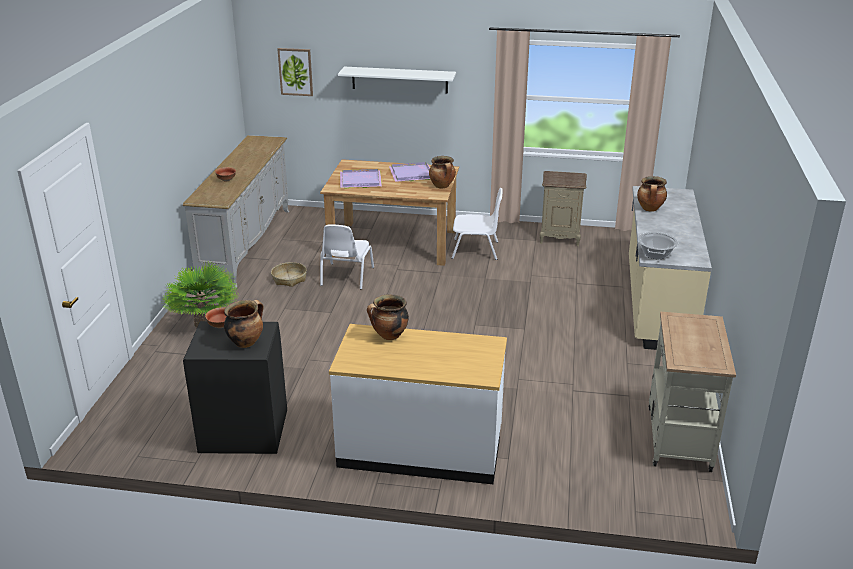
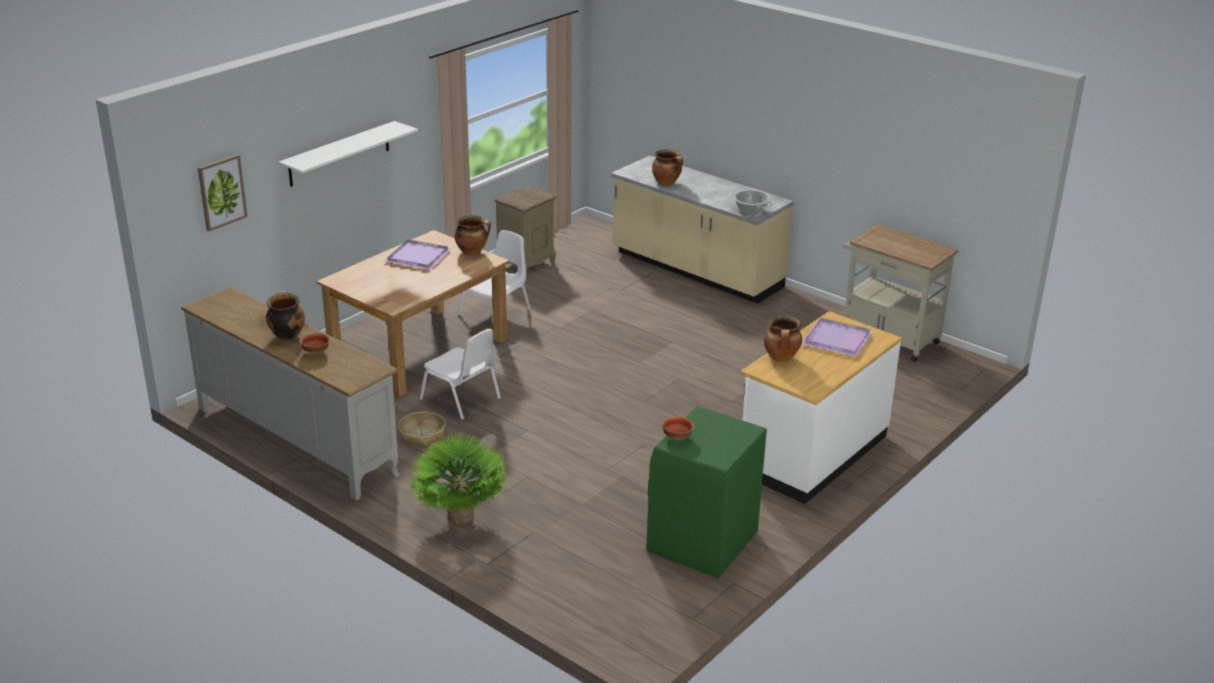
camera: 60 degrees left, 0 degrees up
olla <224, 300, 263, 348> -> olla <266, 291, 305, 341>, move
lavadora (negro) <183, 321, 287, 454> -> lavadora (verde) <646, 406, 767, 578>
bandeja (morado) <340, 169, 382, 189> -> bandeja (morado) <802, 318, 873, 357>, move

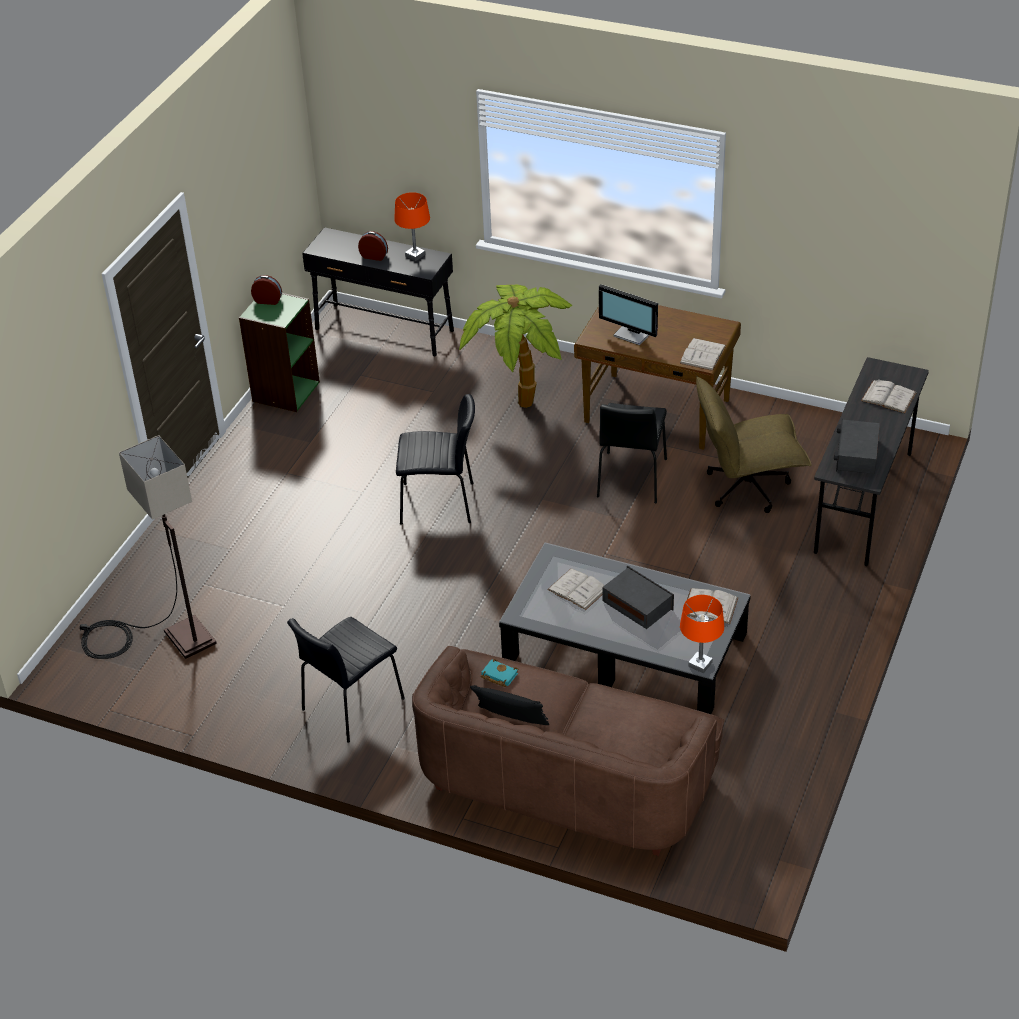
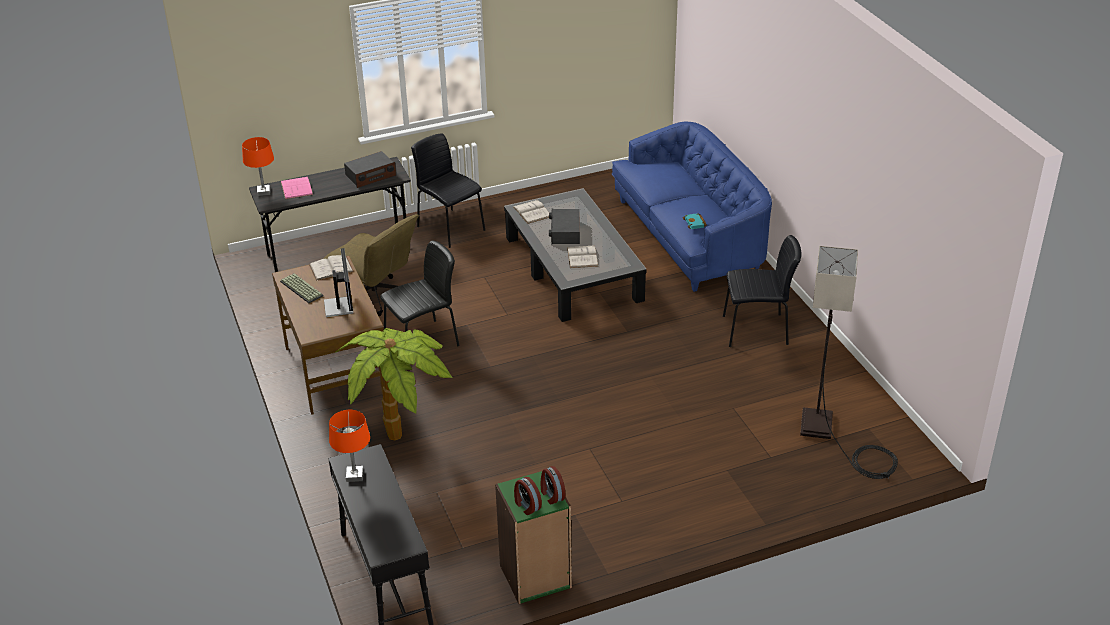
camera: 135 degrees left, 5 degrees down
lámpara de mesa (naranja) <680, 595, 724, 673> -> lámpara de mesa (naranja) <242, 137, 274, 196>, move
none -> teclado <280, 273, 324, 303>
libro (blanco) <861, 379, 916, 413> -> libro (rosa) <281, 177, 313, 199>
silla (negro) <396, 394, 475, 525> -> silla (negro) <411, 134, 486, 248>, move
despertador <358, 231, 388, 261> -> despertador <541, 466, 565, 504>, move
sofá (marrón) <412, 646, 724, 856> -> sofá (azul) <612, 122, 772, 292>
cojín (negro) <470, 685, 549, 725> -> none

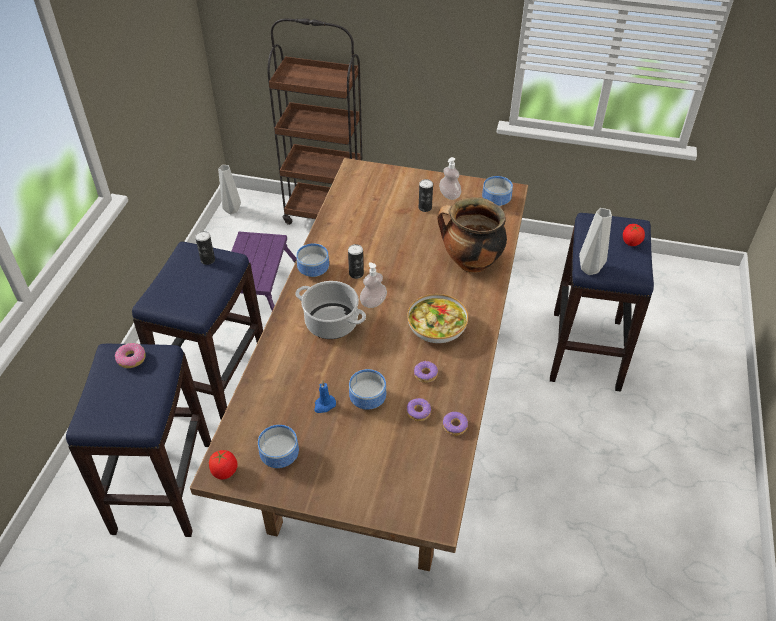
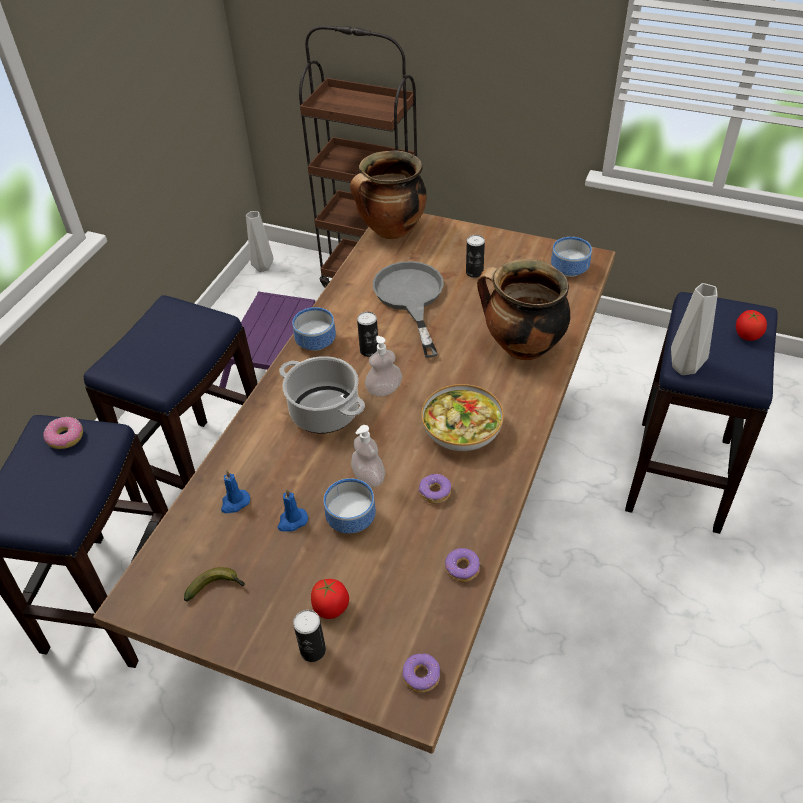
camera: 10 degrees right, 0 degrees up
cuenco <258, 425, 299, 468> -> plátano <184, 567, 246, 601>
none -> vela (azul) <221, 470, 250, 513>
lata <195, 231, 215, 265> -> lata <293, 610, 326, 662>, move
tomate <209, 450, 238, 480> -> tomate <311, 579, 349, 619>, move
none -> olla <350, 150, 427, 239>
dispensador de jabón <439, 157, 461, 200> -> dispensador de jabón <351, 425, 385, 487>, move
none -> sartén (gris) <373, 261, 444, 358>
rosquilla <406, 398, 431, 421> -> rosquilla <402, 654, 440, 693>, move

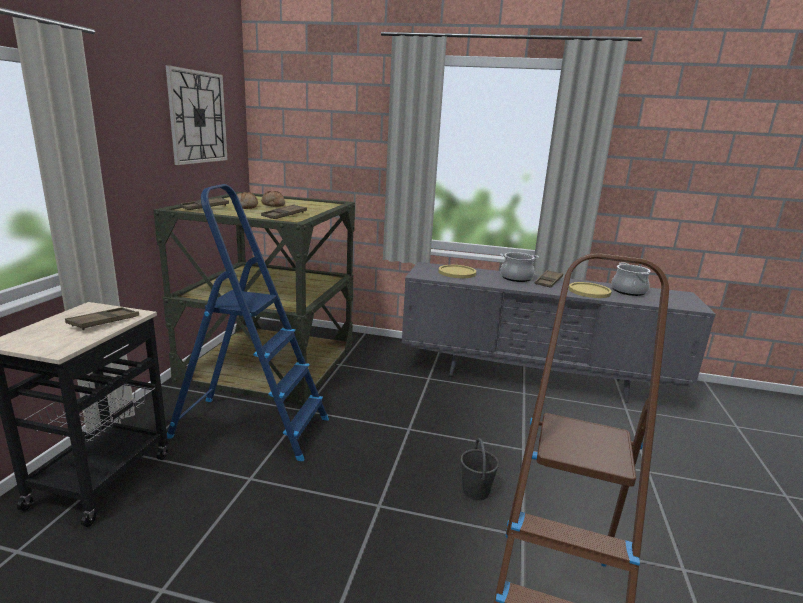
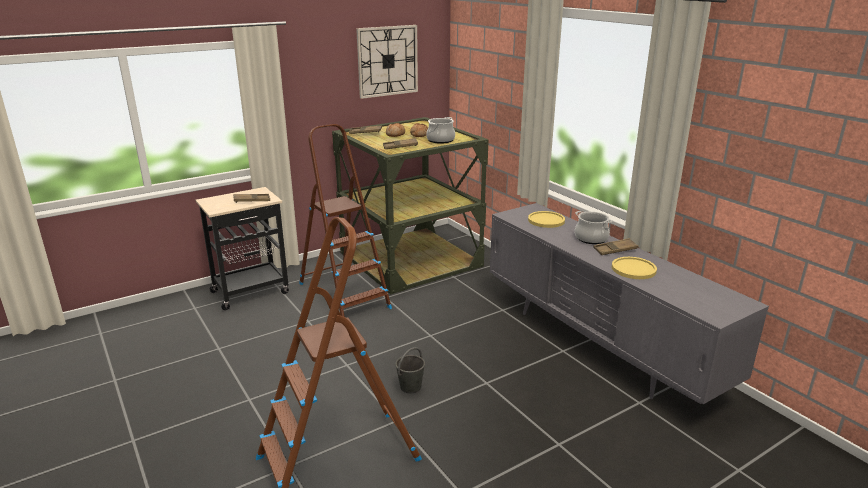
camera: 45 degrees right, 5 degrees up
escalera de tijera (azul) <167, 184, 329, 461> -> escalera de tijera (marrón) <299, 124, 392, 317>
olla <611, 263, 651, 296> -> olla <426, 117, 455, 144>, move

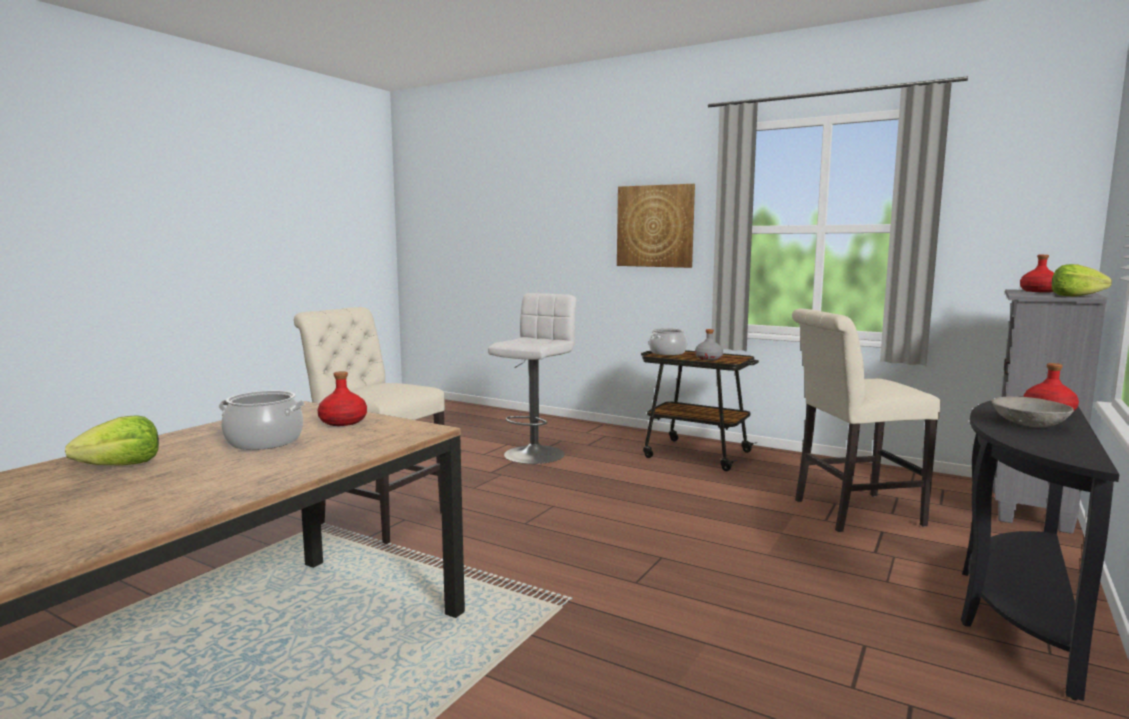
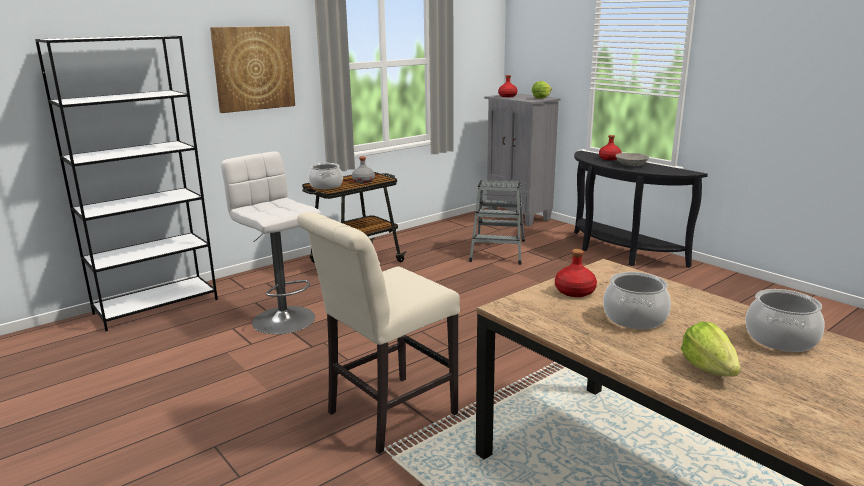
camera: 70 degrees left, 10 degrees up
none -> estantería (blanco) <35, 35, 218, 331>
taburete (beis) <792, 309, 941, 532> -> escalera de tijera (gris) <469, 180, 525, 265>
none -> olla <745, 289, 825, 352>

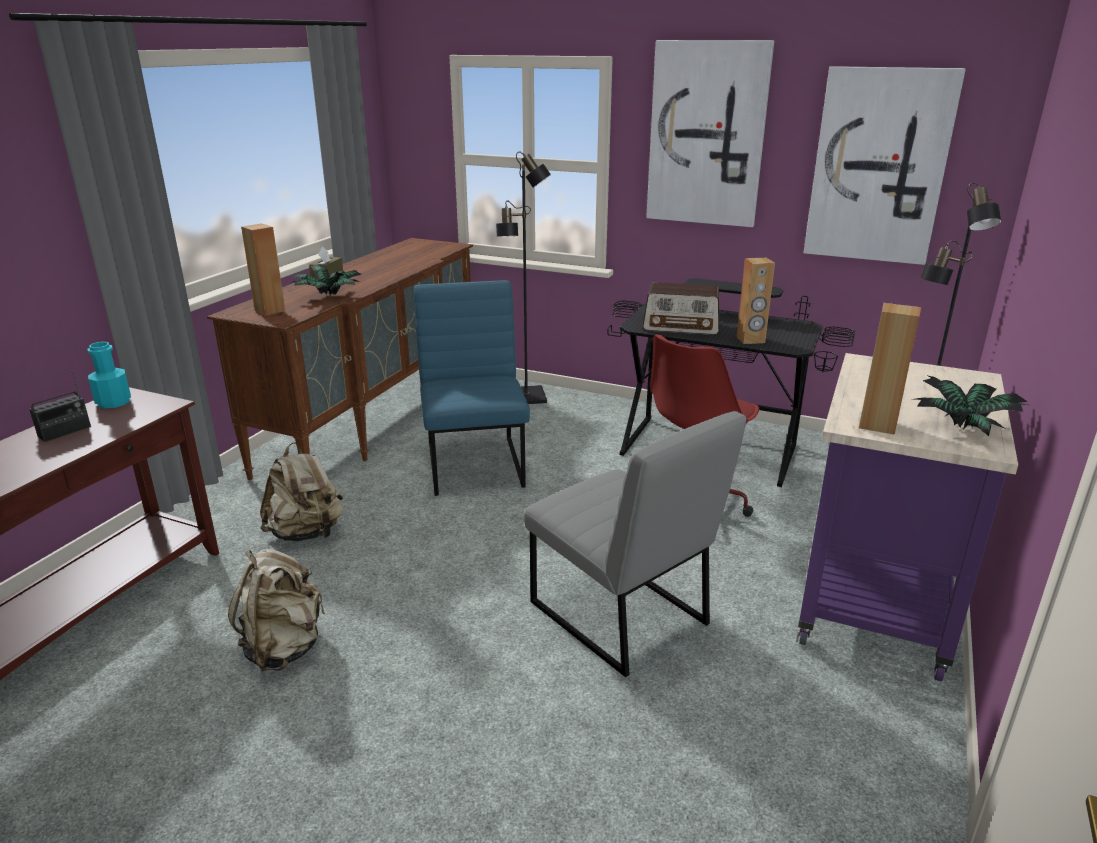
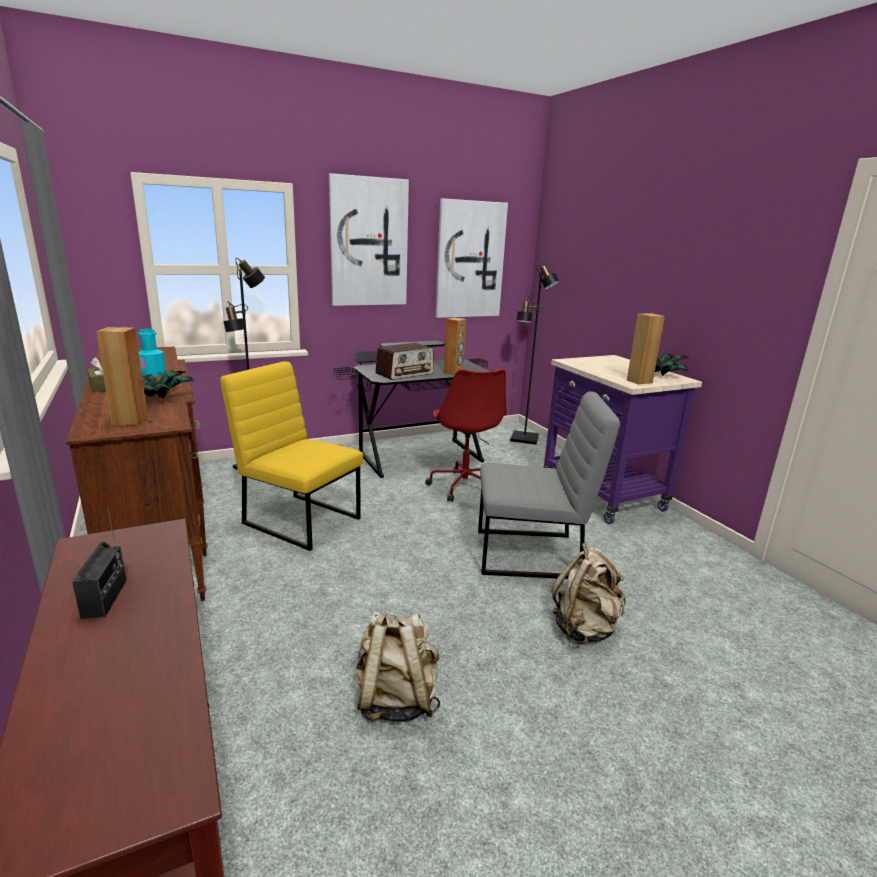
camera: 50 degrees left, 5 degrees down
botella (turquesa) <88, 342, 131, 409> -> botella (turquesa) <138, 329, 166, 376>, move
silla (azul) <414, 280, 530, 496> -> silla (amarillo) <220, 361, 363, 551>
mochila (beis) <260, 442, 343, 541> -> mochila (beis) <552, 543, 626, 645>, move

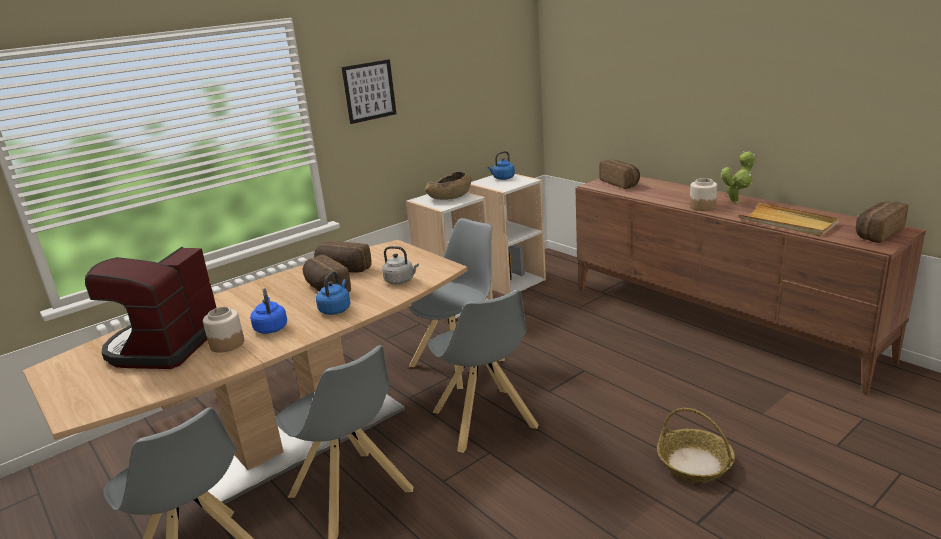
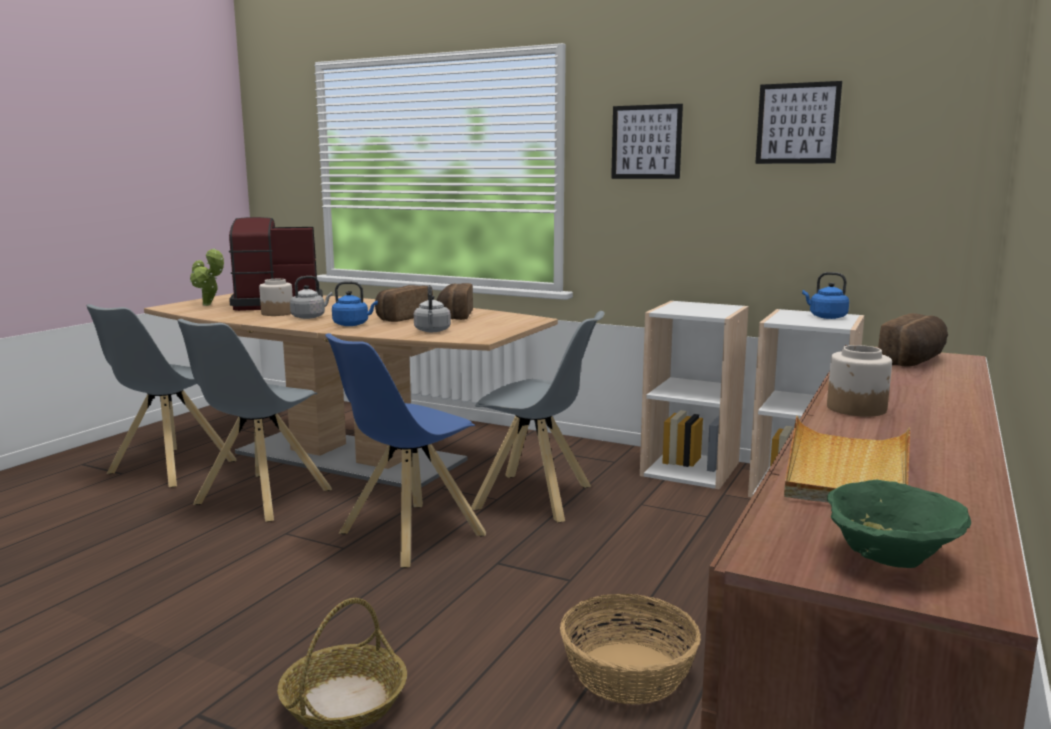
camera: 65 degrees right, 10 degrees down
planta en maceta <721, 151, 755, 203> -> planta en maceta <190, 248, 224, 306>, move
hervidor (azul) <250, 288, 287, 334> -> hervidor (gris) <290, 276, 333, 319>
silla (gris) <428, 290, 539, 453> -> silla (azul) <325, 333, 486, 568>
none -> cesta <560, 594, 701, 705>
none -> cuadro <755, 81, 842, 164>
pan <856, 202, 908, 243> -> cuenco (verde) <827, 480, 971, 568>
cuenco (marrón) <425, 171, 472, 200> -> none

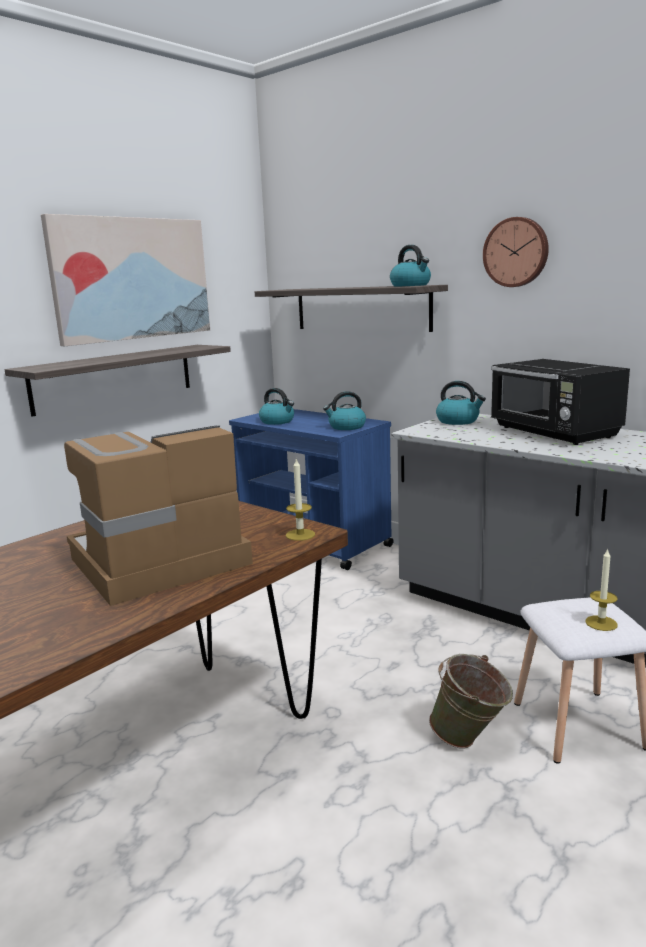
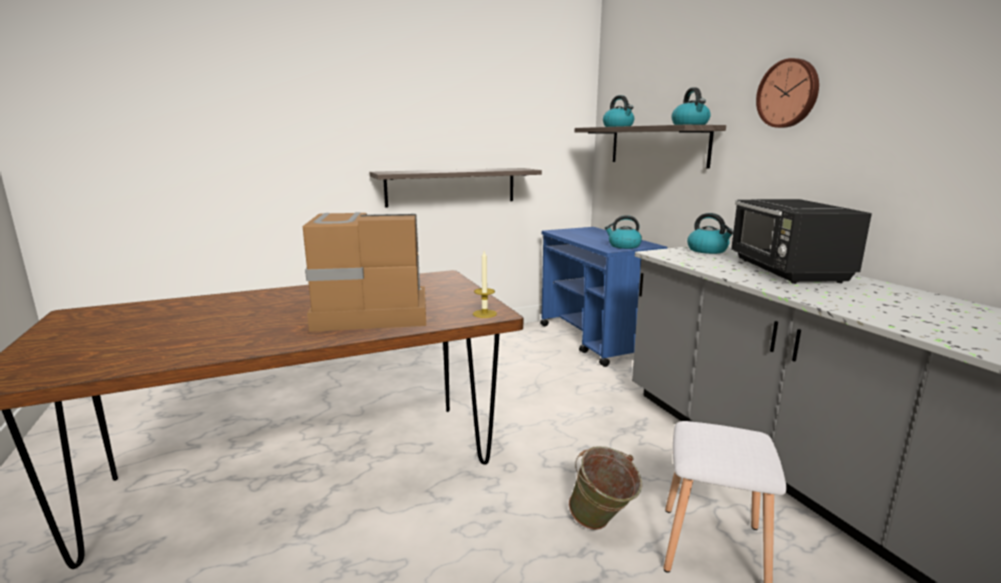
camera: 25 degrees right, 0 degrees up
hervidor <259, 388, 294, 425> -> hervidor <603, 95, 634, 127>, move
cuadro <41, 214, 210, 346> -> none
vela <585, 548, 618, 631> -> none

